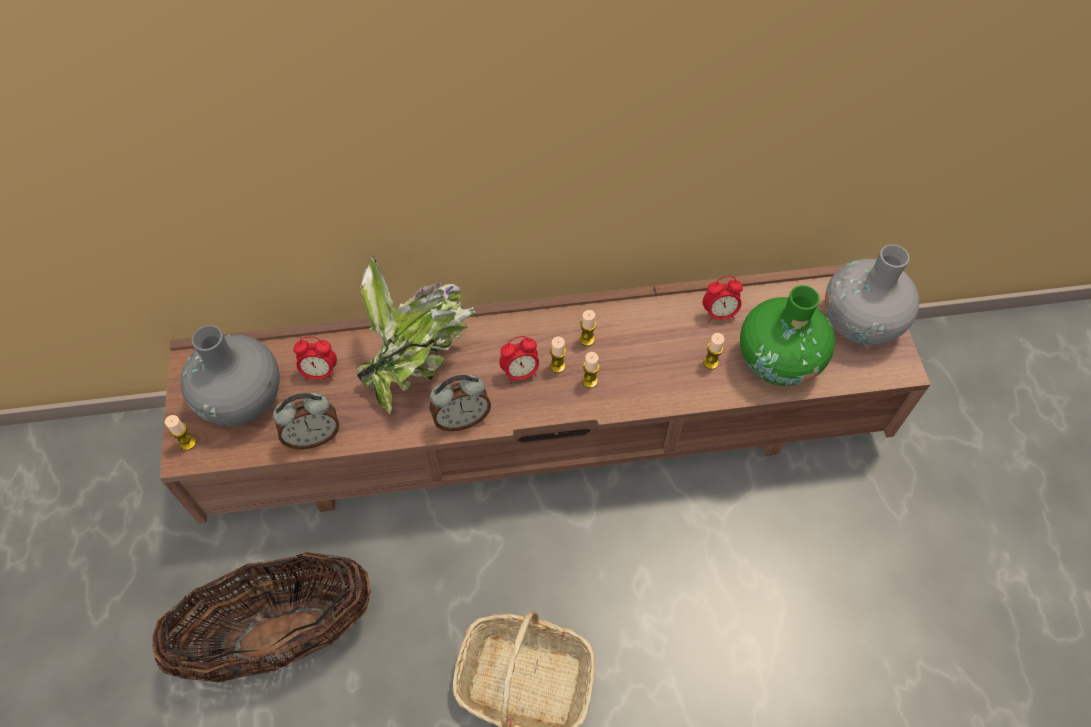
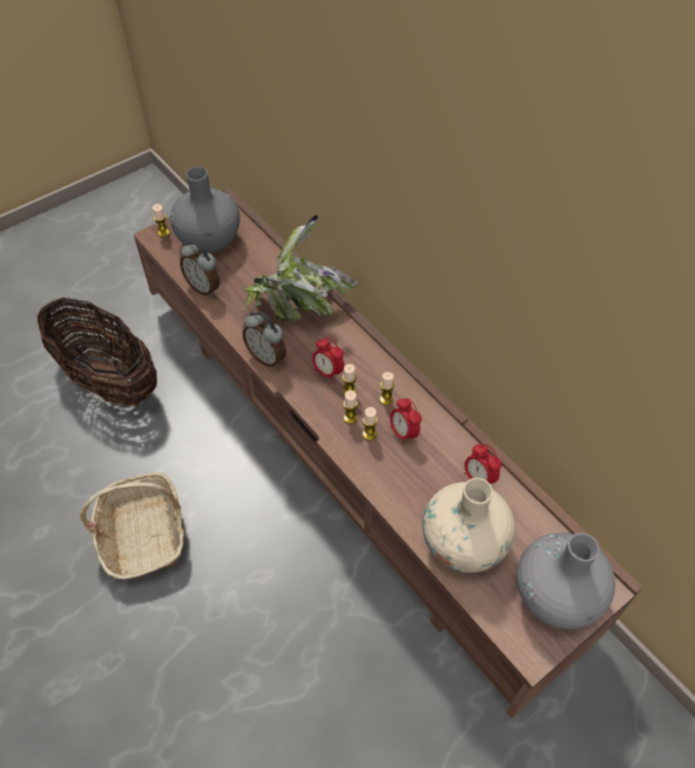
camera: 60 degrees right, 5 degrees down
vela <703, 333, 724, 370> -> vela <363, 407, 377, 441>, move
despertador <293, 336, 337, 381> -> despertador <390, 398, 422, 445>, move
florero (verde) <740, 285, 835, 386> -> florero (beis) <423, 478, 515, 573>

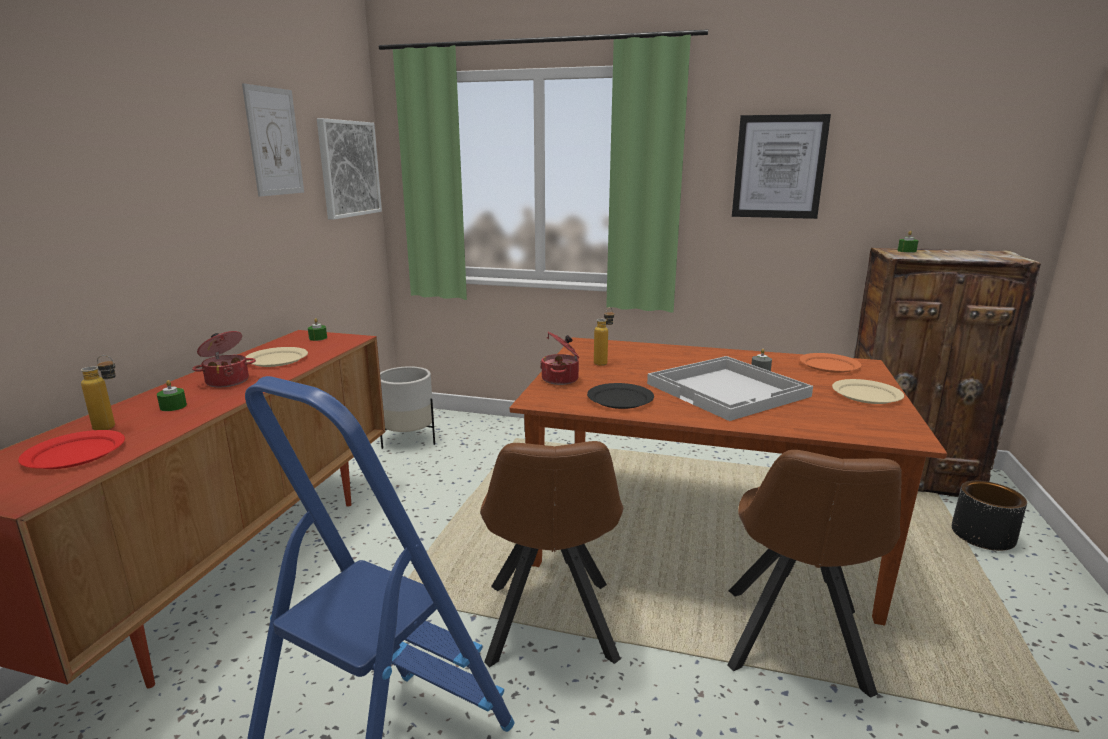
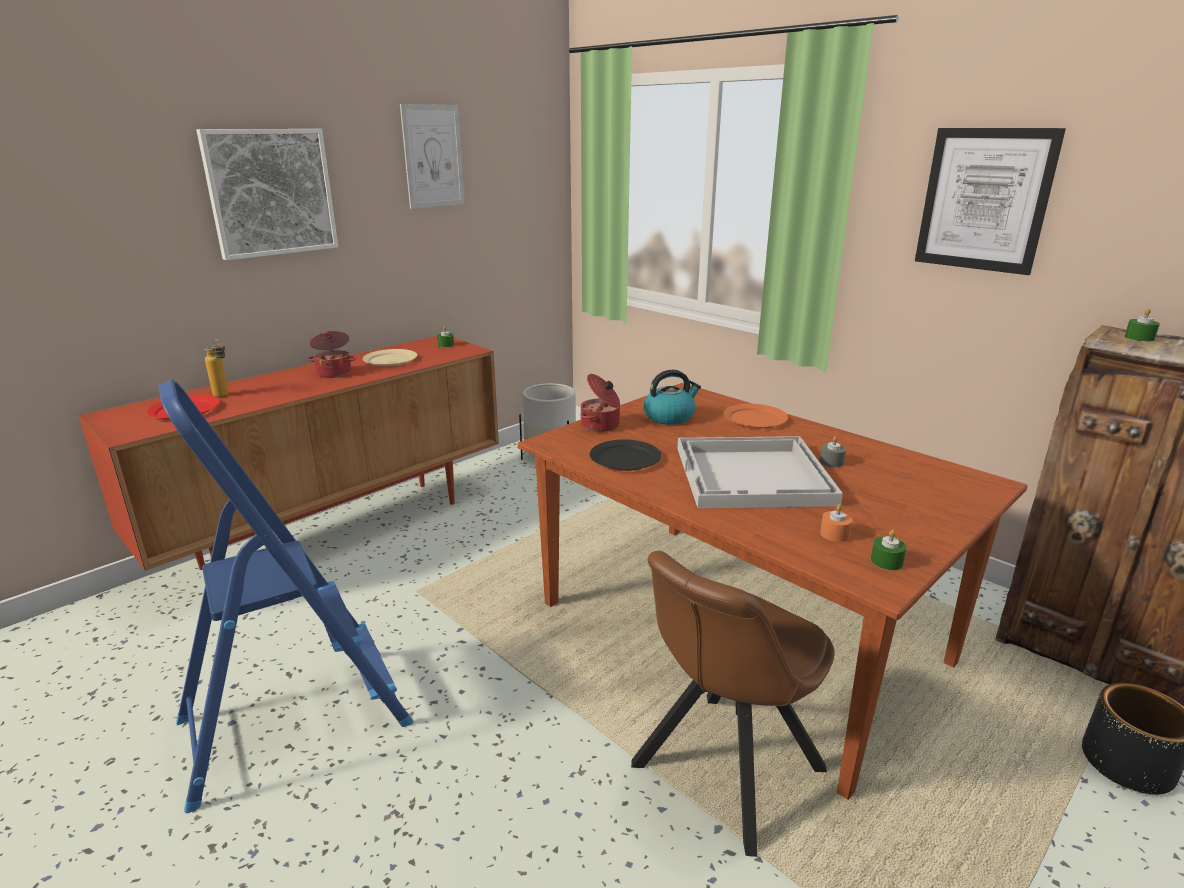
camera: 30 degrees right, 5 degrees up
cuadro <317, 118, 382, 220> -> cuadro <196, 129, 338, 261>, move
botella <594, 307, 614, 366> -> hervidor <644, 370, 701, 425>
plato (naranja) <799, 353, 862, 373> -> plato (naranja) <724, 404, 788, 428>, move
none -> vela (naranja) <820, 504, 853, 542>
vela (verde) <157, 380, 187, 411> -> vela (verde) <871, 530, 907, 570>, move
silla (marrón) <480, 441, 624, 667> -> none
plato (beis) <832, 379, 904, 404> -> none

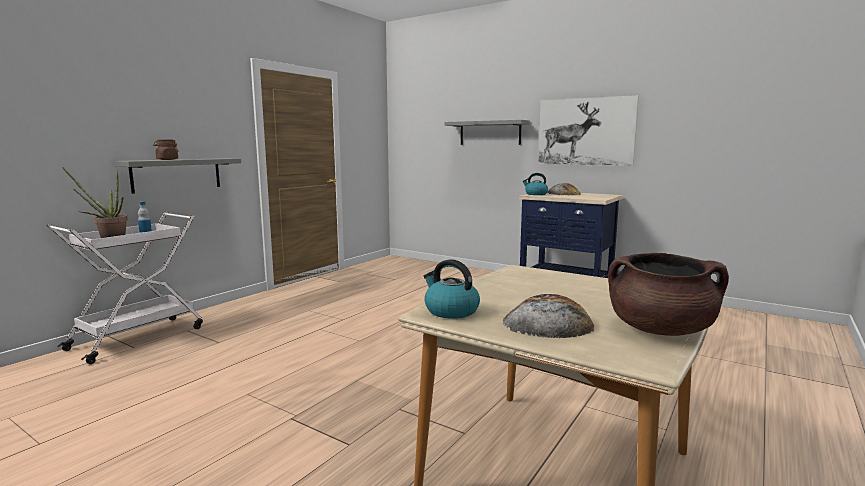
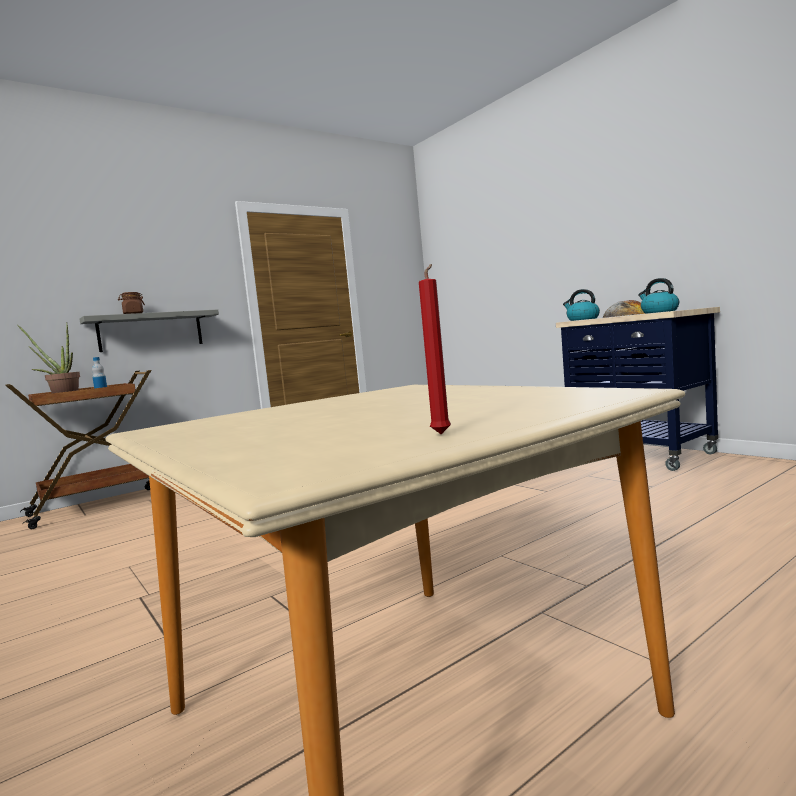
camera: 20 degrees right, 5 degrees down
carrito (blanco) <46, 211, 203, 364> -> carrito (marrón) <5, 370, 151, 529>
olla (marrón) <608, 253, 729, 336> -> vela (rojo) <419, 264, 451, 434>
hervidor <424, 259, 480, 319> -> hervidor <638, 278, 679, 314>, move
estante (gris) <444, 120, 530, 145> -> none
pan <503, 294, 594, 338> -> none
cuadro <538, 95, 639, 166> -> none

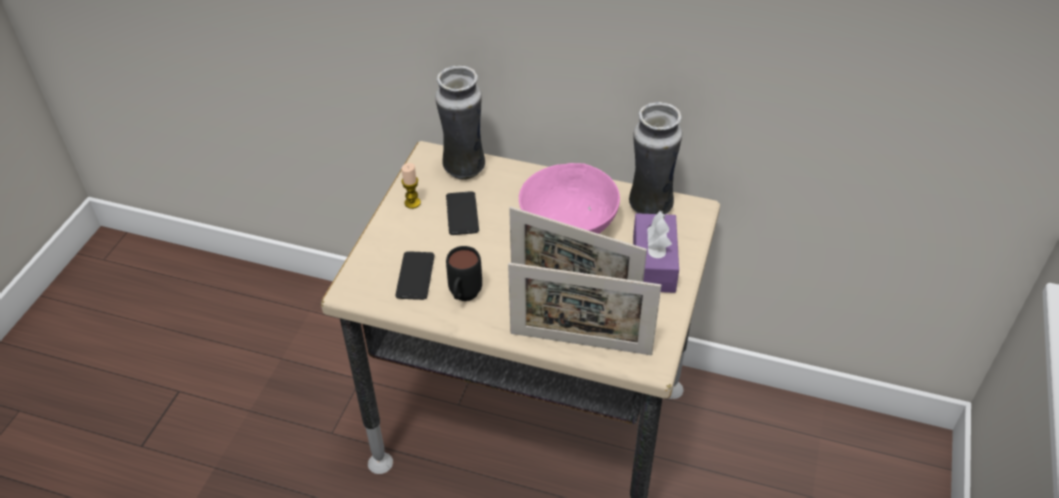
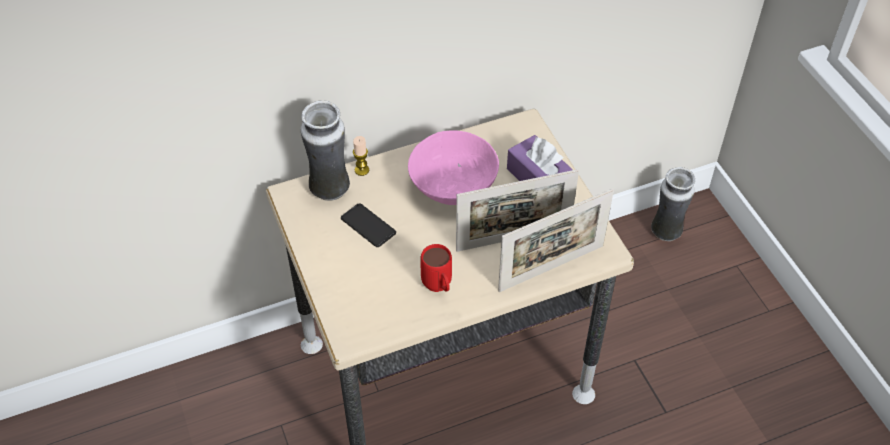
camera: 40 degrees left, 5 degrees up
vela <401, 163, 421, 209> -> vela <353, 136, 369, 176>, move
taza grande (negro) <446, 246, 482, 301> -> taza grande (rojo) <420, 244, 452, 292>
florero <629, 102, 682, 214> -> florero <651, 167, 695, 241>, move
móvil <395, 251, 435, 300> -> none

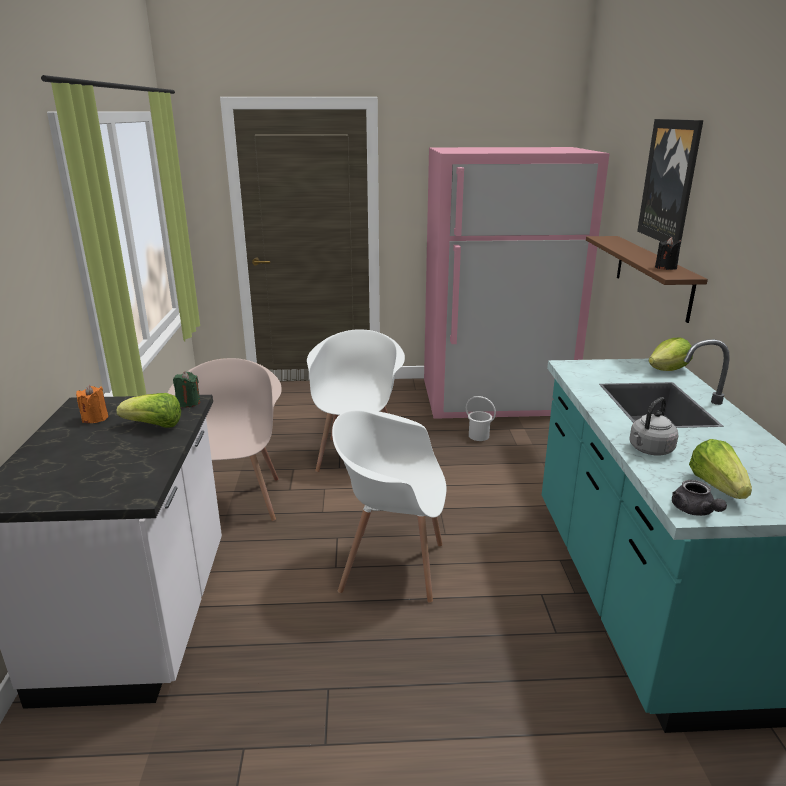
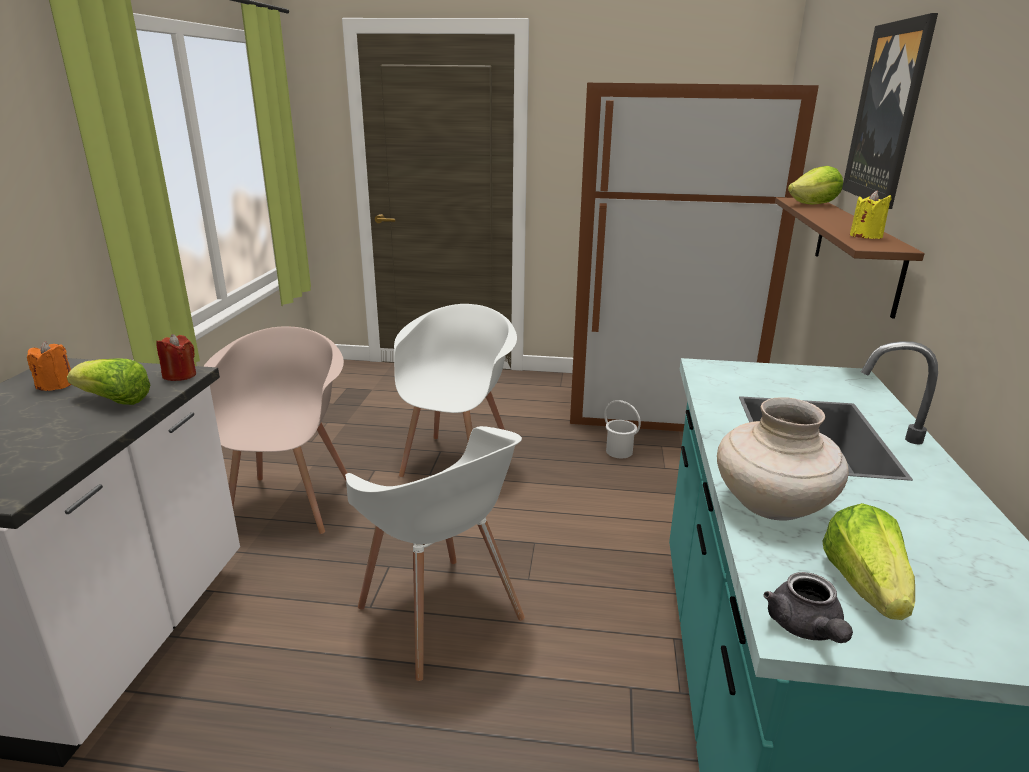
camera: 10 degrees right, 0 degrees up
vela (verde) <173, 371, 200, 407> -> vela (rojo) <156, 334, 196, 381>
silla (blanco) <332, 409, 447, 603> -> silla (blanco) <345, 426, 525, 681>, 150 degrees counterclockwise
nevera (rosa) <424, 147, 610, 419> -> nevera (marrón) <570, 83, 819, 432>
hervidor (gris) <630, 397, 678, 456> -> florero (beis) <717, 397, 849, 521>
lechuga <648, 338, 693, 371> -> lechuga <788, 166, 843, 205>, move
vela (negro) <655, 237, 681, 270> -> vela (amarillo) <850, 190, 891, 239>

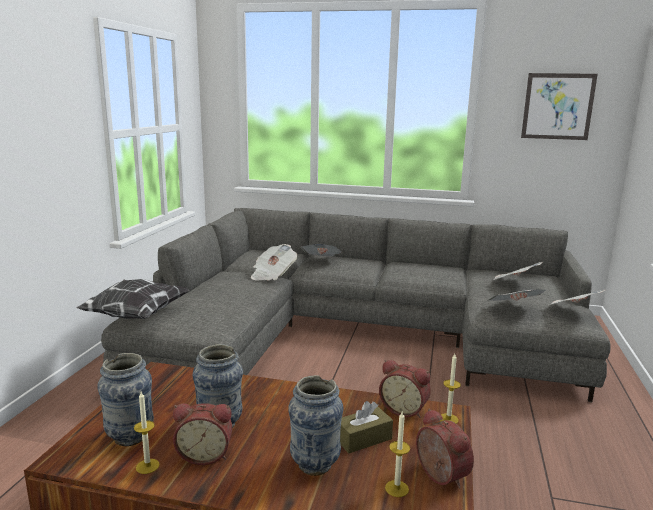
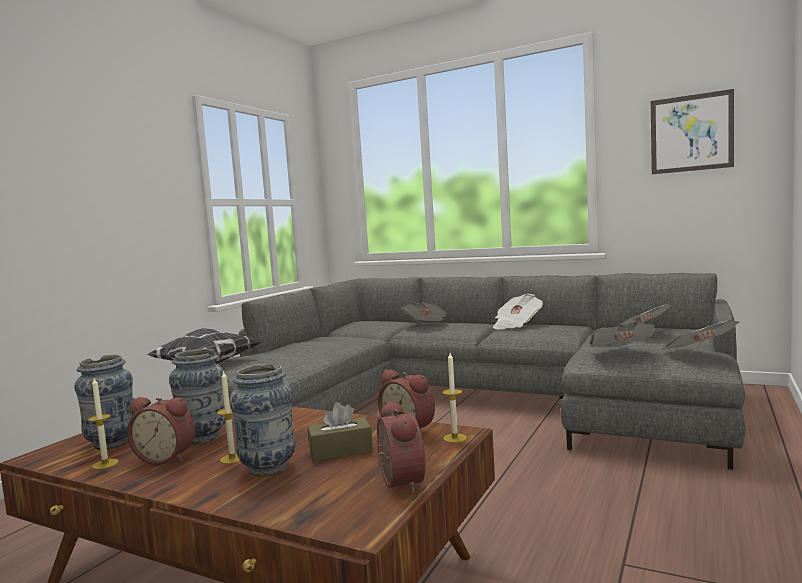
camera: 15 degrees right, 10 degrees down
vela <385, 412, 410, 497> -> vela <217, 371, 240, 464>, move
periódico <251, 244, 297, 280> -> periódico <493, 294, 543, 329>, move

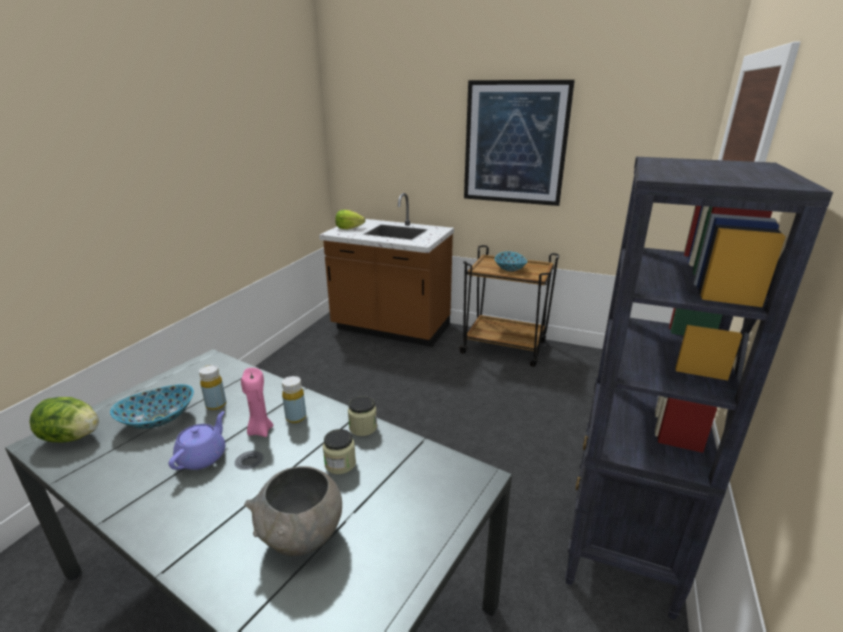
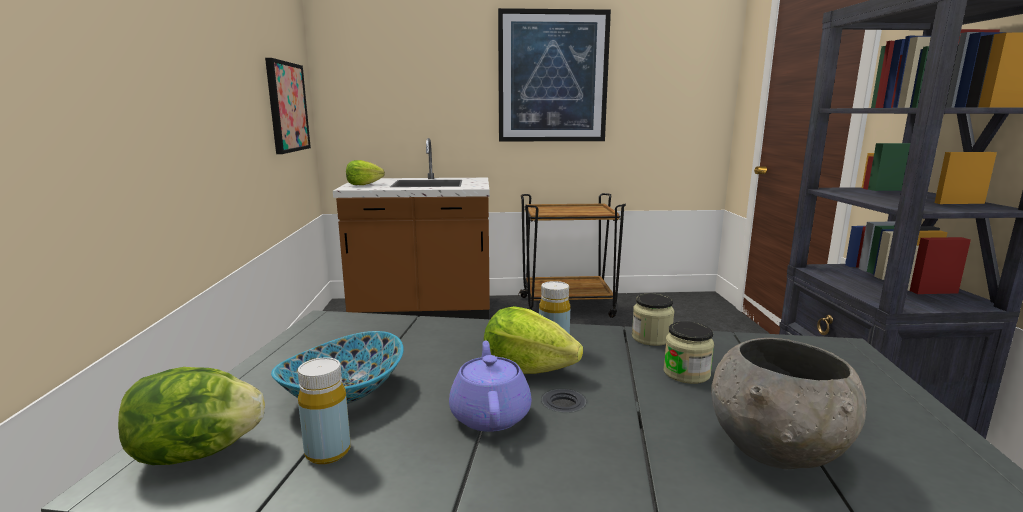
camera: 25 degrees left, 10 degrees down
none -> cuadro <265, 58, 311, 154>
botella (amarillo) <199, 365, 226, 410> -> botella (amarillo) <298, 358, 351, 464>, move
vela (rosa) <241, 368, 273, 437> -> lechuga <484, 306, 583, 374>
cuenco <495, 251, 527, 272> -> none

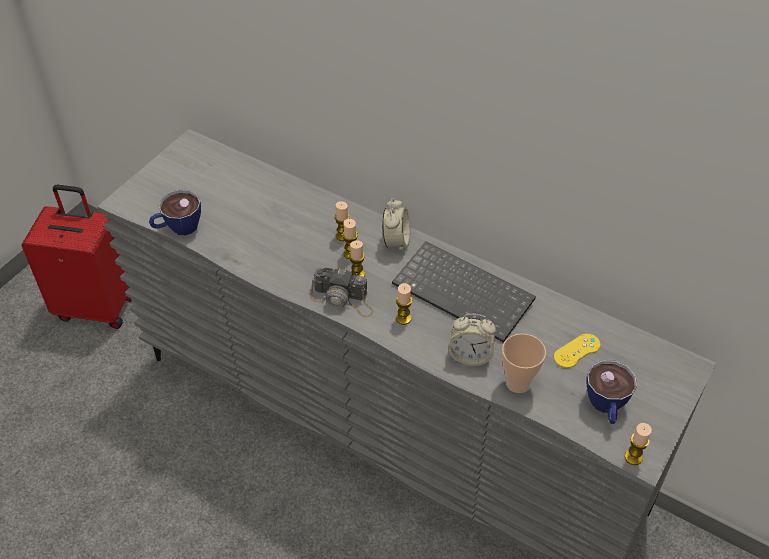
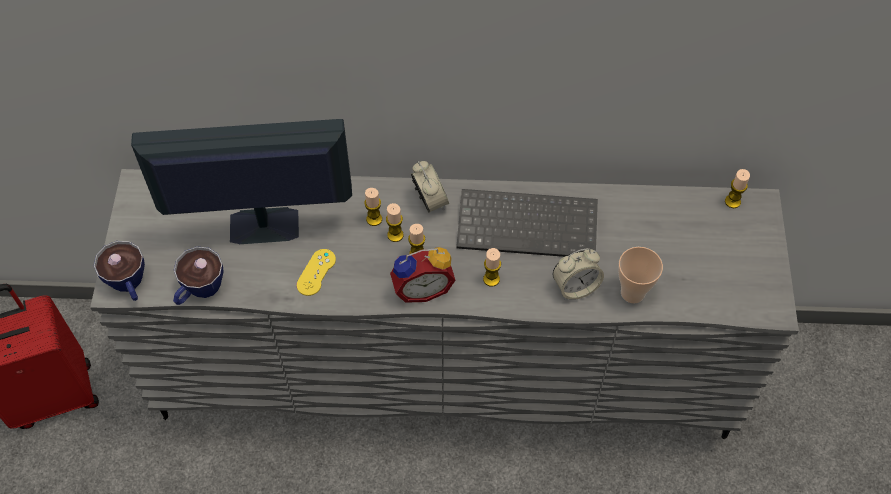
camera: 30 degrees left, 10 degrees up
taza <586, 360, 637, 424> -> taza <94, 241, 145, 301>, move
none -> monitor <131, 119, 352, 244>
mando de consola (amarillo) <554, 334, 601, 368> -> mando de consola (amarillo) <296, 249, 336, 296>, move
cámara <310, 268, 373, 317> -> despertador <390, 247, 456, 303>
vela <625, 423, 652, 465> -> vela <725, 169, 750, 208>, move

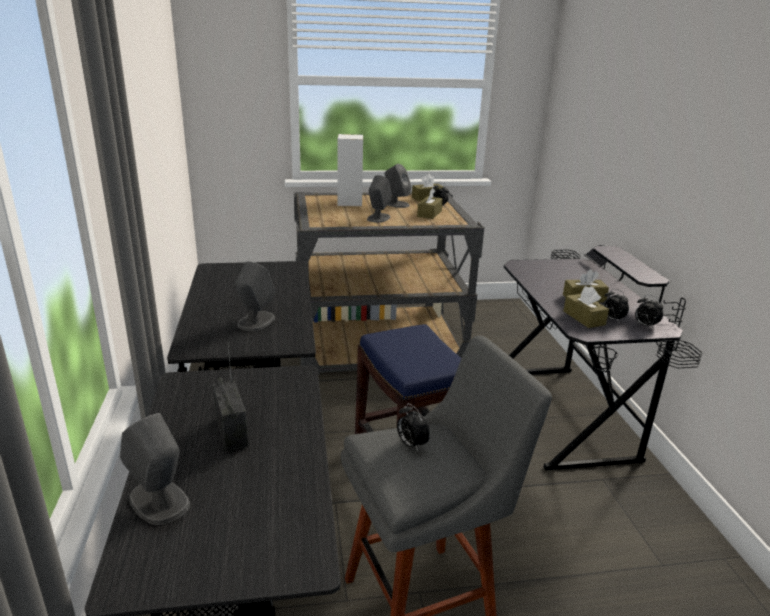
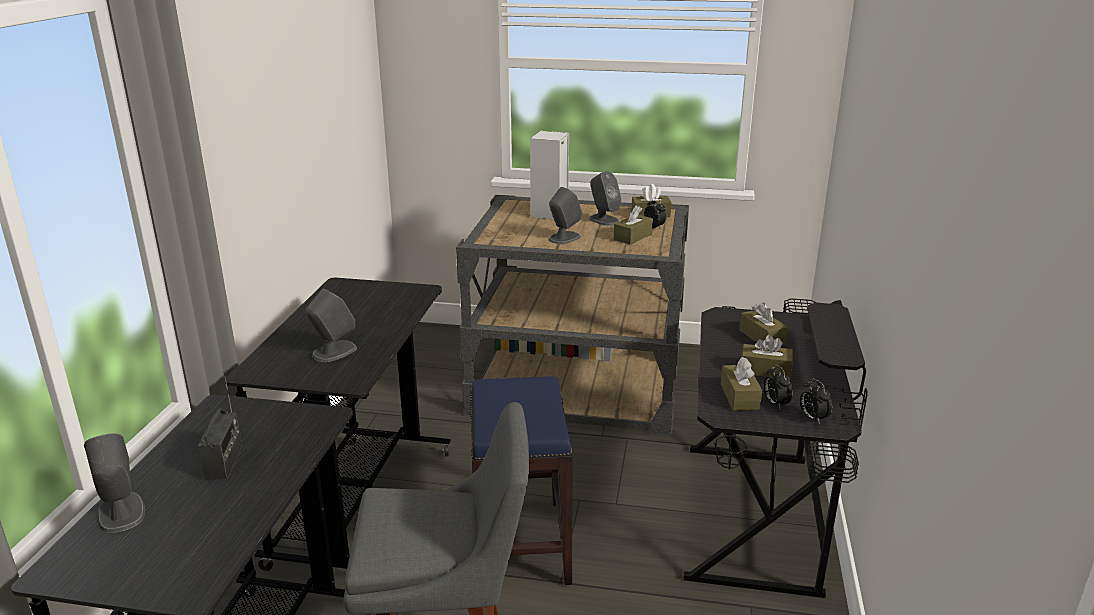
camera: 20 degrees right, 0 degrees up
none -> caja de pañuelos (marrón) <739, 302, 788, 345>
despertador <397, 403, 430, 451> -> none

